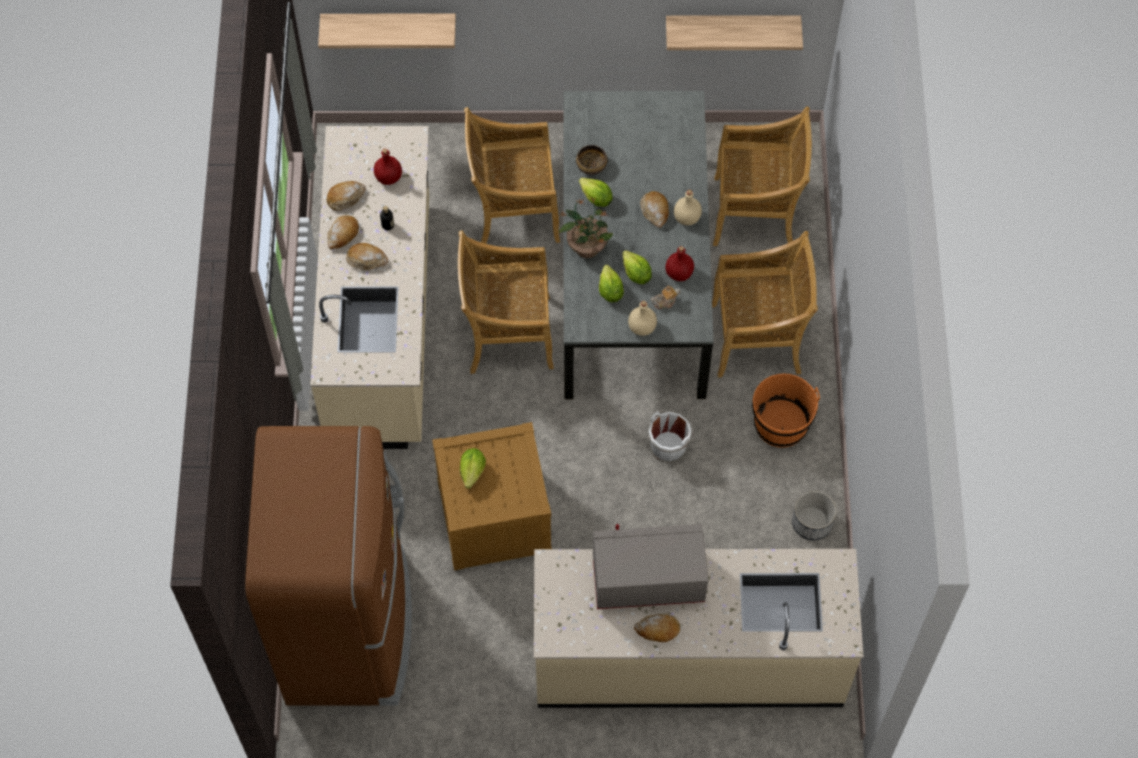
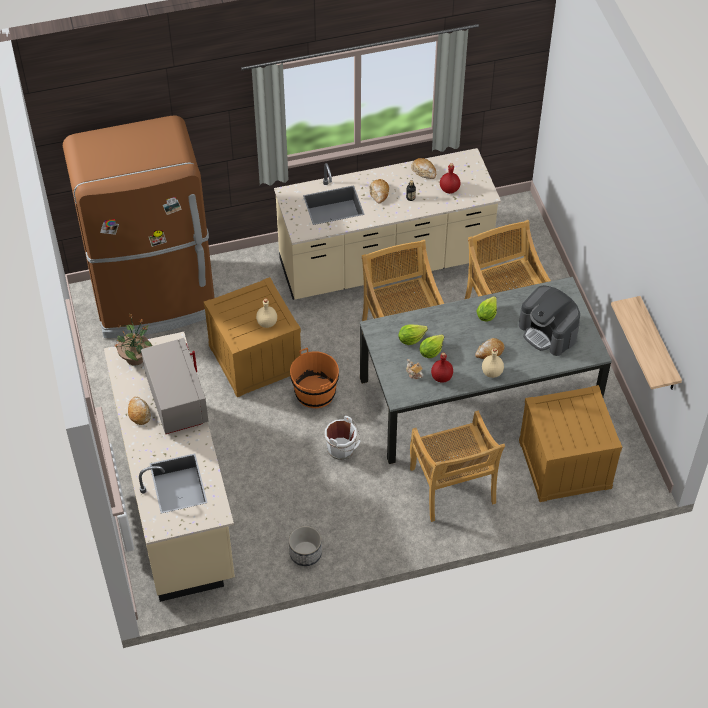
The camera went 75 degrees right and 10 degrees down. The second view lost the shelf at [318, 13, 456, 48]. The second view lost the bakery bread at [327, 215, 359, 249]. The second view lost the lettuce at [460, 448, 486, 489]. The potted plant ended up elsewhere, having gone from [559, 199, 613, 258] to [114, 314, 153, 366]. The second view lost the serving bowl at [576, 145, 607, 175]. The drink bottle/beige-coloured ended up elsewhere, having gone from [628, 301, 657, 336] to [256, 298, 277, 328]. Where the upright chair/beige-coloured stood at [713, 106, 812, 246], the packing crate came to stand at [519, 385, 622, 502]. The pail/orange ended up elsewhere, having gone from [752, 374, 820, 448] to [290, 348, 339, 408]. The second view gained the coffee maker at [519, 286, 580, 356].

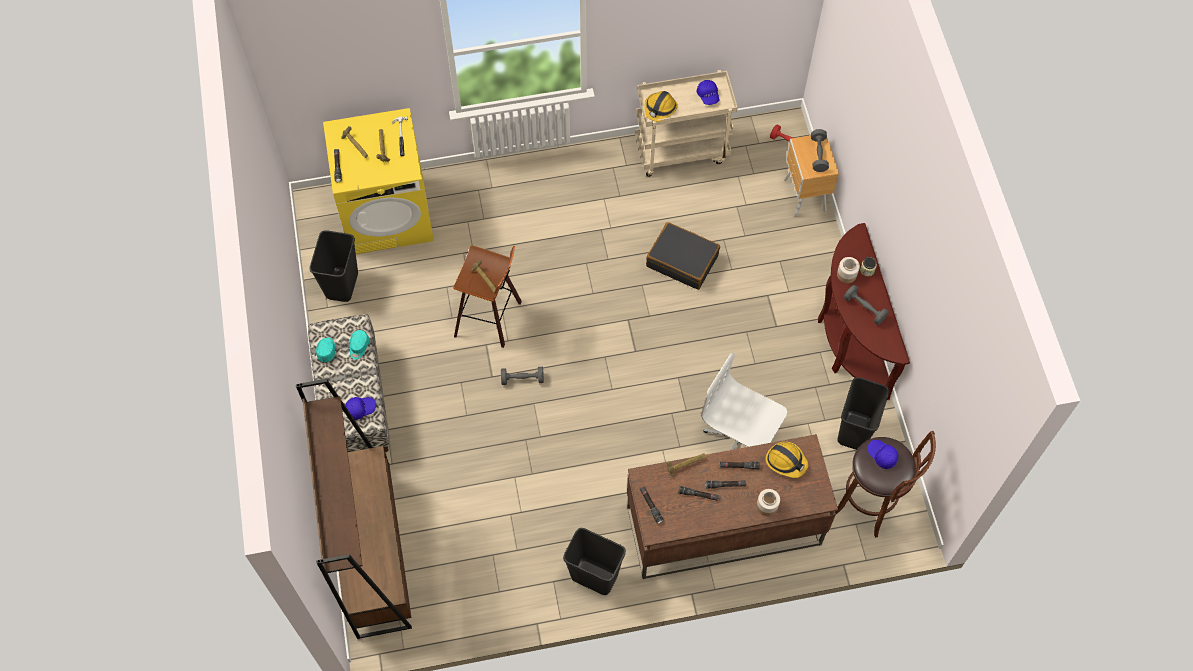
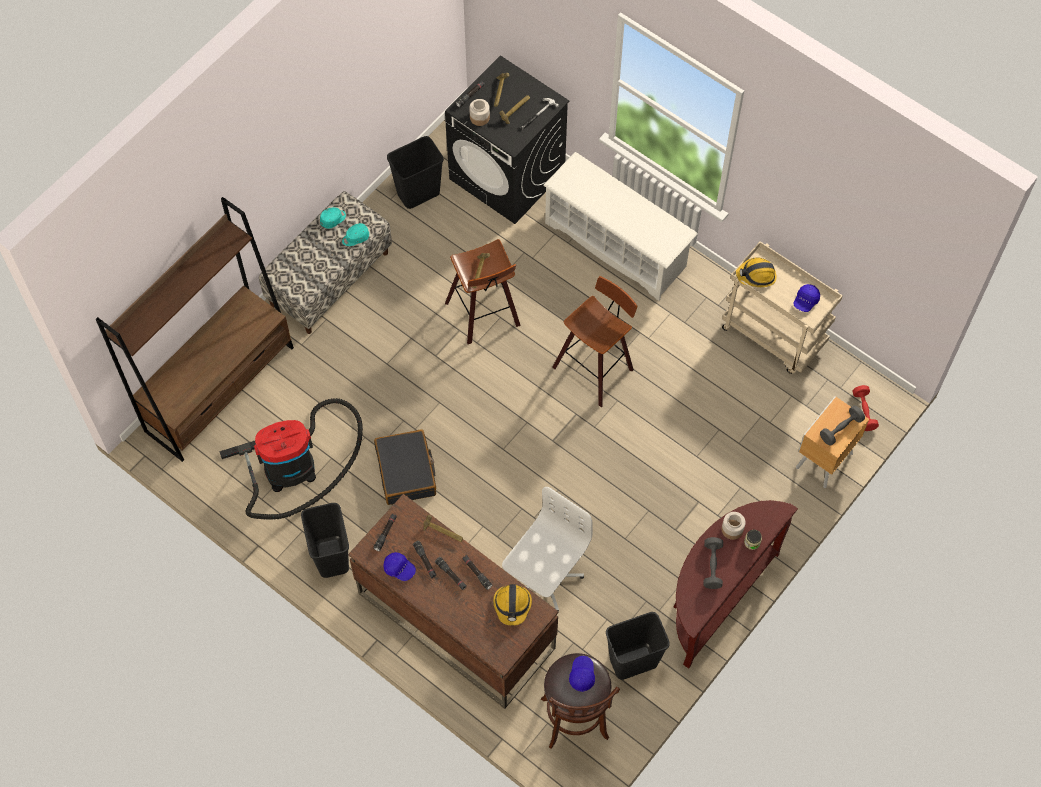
The camera went 50 degrees right and 0 degrees up. What was the laundry machine/yellow-coloured at [323, 108, 434, 254] turned into the laundry machine/black-coloured at [445, 55, 569, 224]. The baseball cap/bluish ended up elsewhere, having gone from [346, 397, 376, 420] to [383, 552, 416, 581]. The second view lost the hand weight/gray at [501, 367, 544, 385]. The suitcase/black-coloured ended up elsewhere, having gone from [646, 222, 720, 290] to [374, 429, 436, 505]. The computer chair/white-coloured at [701, 353, 787, 450] ended up facing another way, 45 degrees clockwise from before. The jar ended up elsewhere, having gone from [757, 489, 780, 516] to [469, 99, 490, 126]. The second view gained the vacuum cleaner at [219, 398, 363, 520]. The second view gained the shoe shelf/white-coloured at [543, 152, 698, 301]. The second view gained the stool at [552, 276, 637, 407].

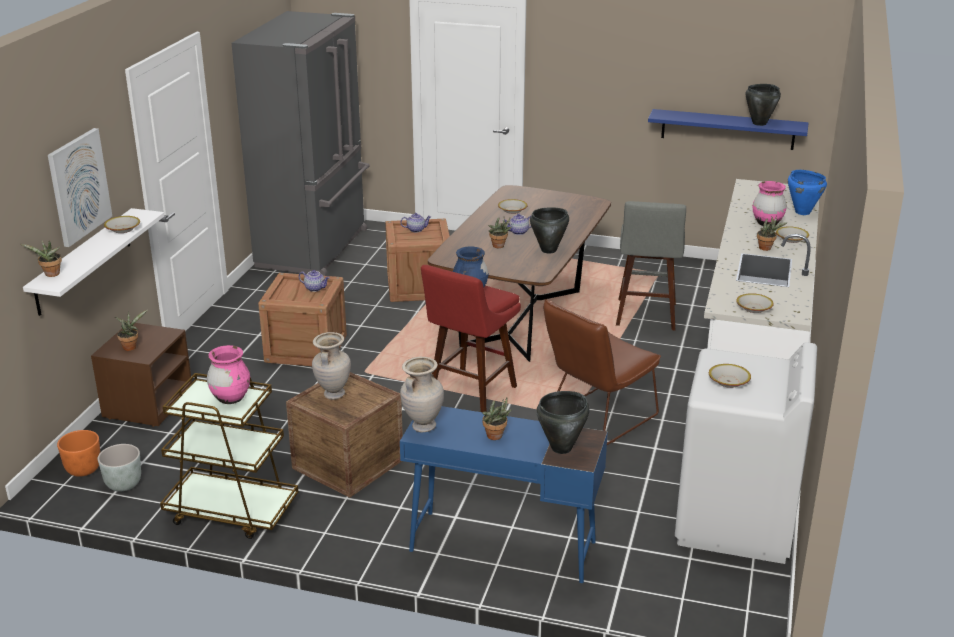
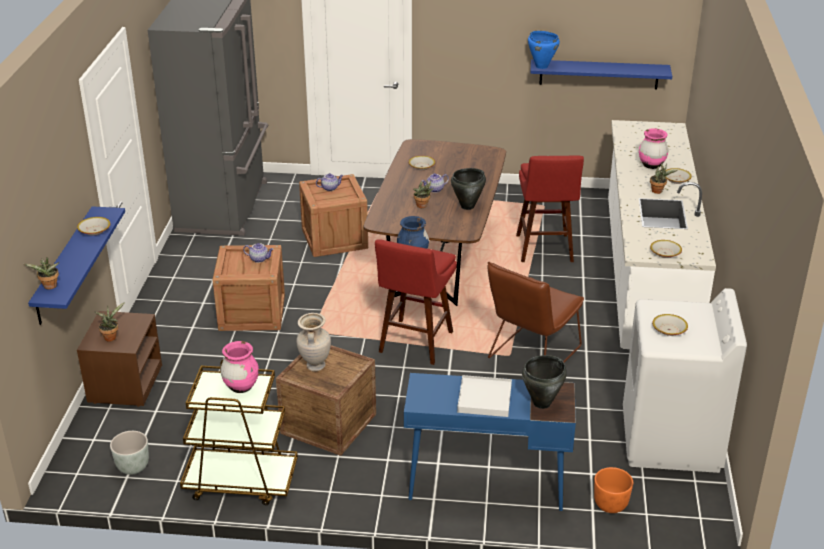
The camera went 10 degrees left and 5 degrees up. What was the shelf/white-coloured at [23, 208, 165, 316] turned into the shelf/bluish at [28, 206, 125, 325]. The second view lost the wall art at [48, 128, 112, 247]. The plant pot/orange ended up elsewhere, having gone from [57, 430, 100, 477] to [594, 467, 633, 513]. The second view lost the decorative vase/beige-coloured at [400, 357, 444, 432]. Where the potted plant stood at [482, 398, 511, 440], the tray/white-coloured came to stand at [457, 375, 512, 417]. What was the stool/gray at [616, 201, 686, 330] turned into the stool/red at [516, 155, 584, 262]. The second view lost the saucepot/black-coloured at [745, 84, 781, 126]. The saucepot/bluish ended up elsewhere, having gone from [788, 170, 827, 215] to [528, 31, 560, 69].

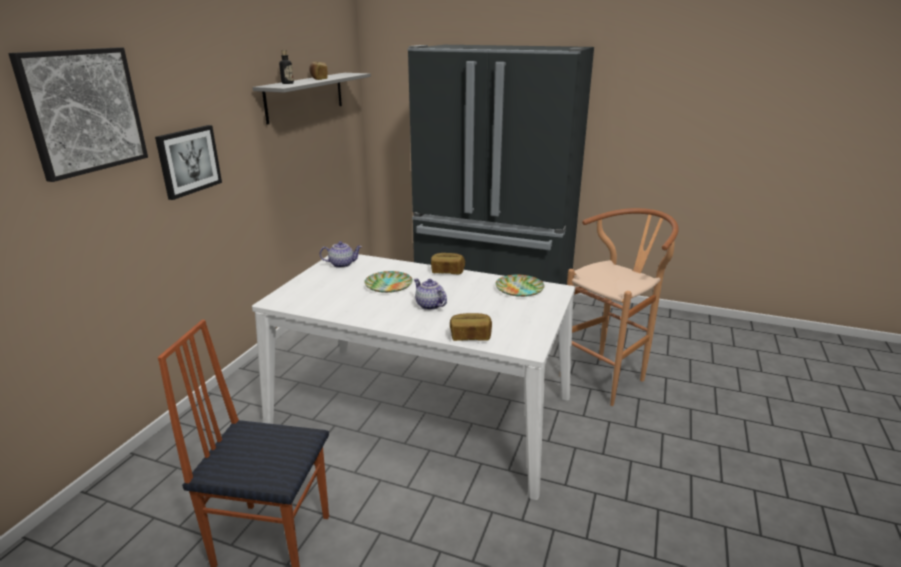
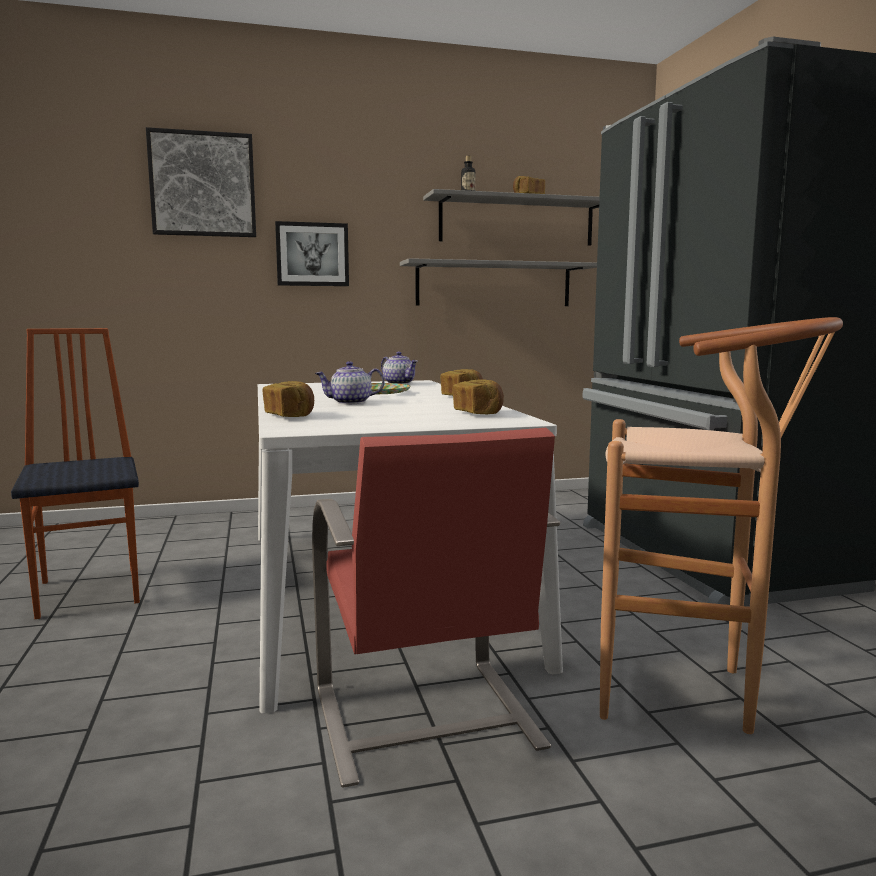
The camera went 55 degrees right and 15 degrees down. The teapot at [414, 278, 447, 310] ended up facing another way, 120 degrees counterclockwise from before. Where the plate stood at [496, 275, 544, 297], the bakery bread came to stand at [453, 379, 504, 414]. The second view gained the upright chair/red at [312, 428, 560, 788]. The second view gained the shelf/gray at [400, 258, 597, 306].

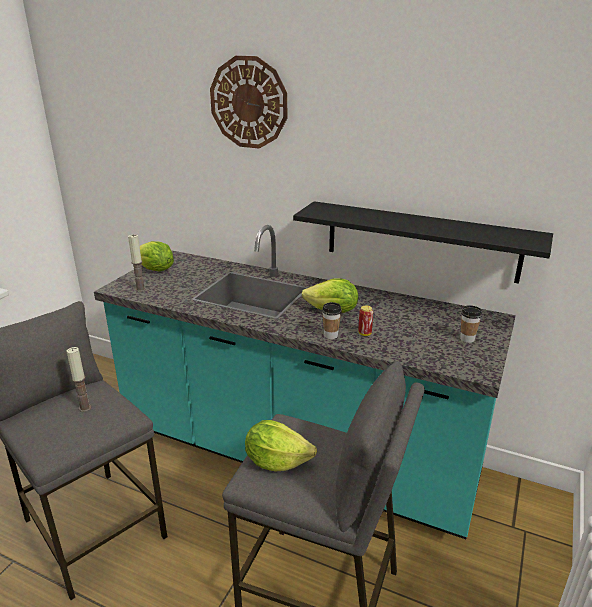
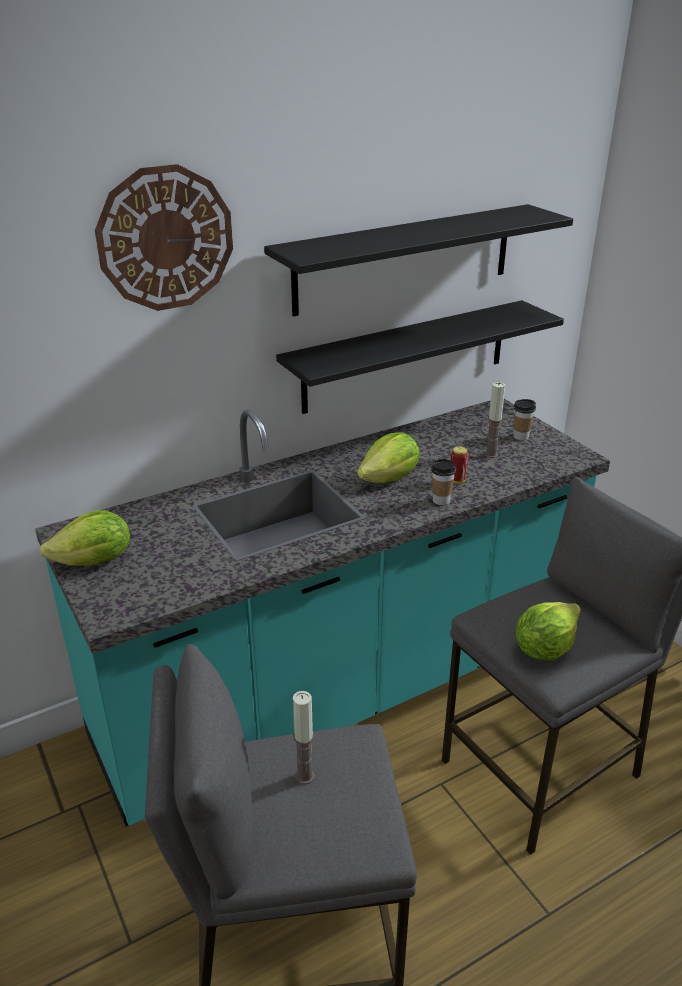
The camera went 55 degrees left and 5 degrees up. The candle ended up elsewhere, having gone from [128, 234, 146, 292] to [484, 382, 505, 458]. The second view gained the shelf/black-coloured at [264, 204, 573, 317].

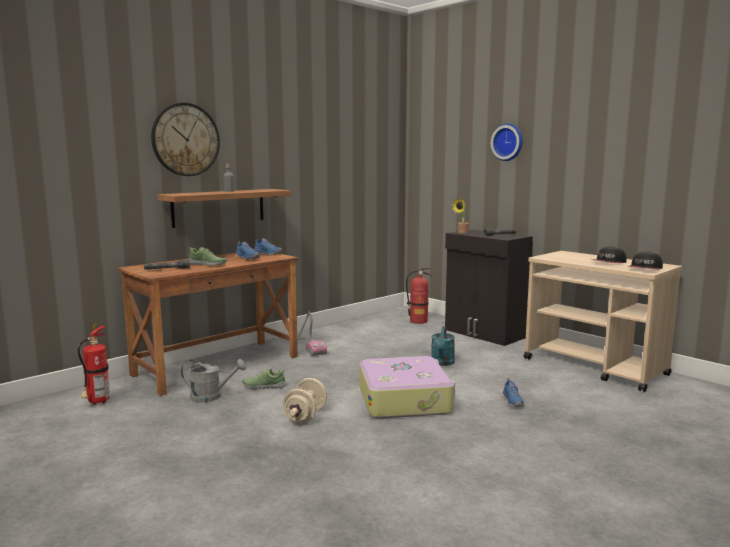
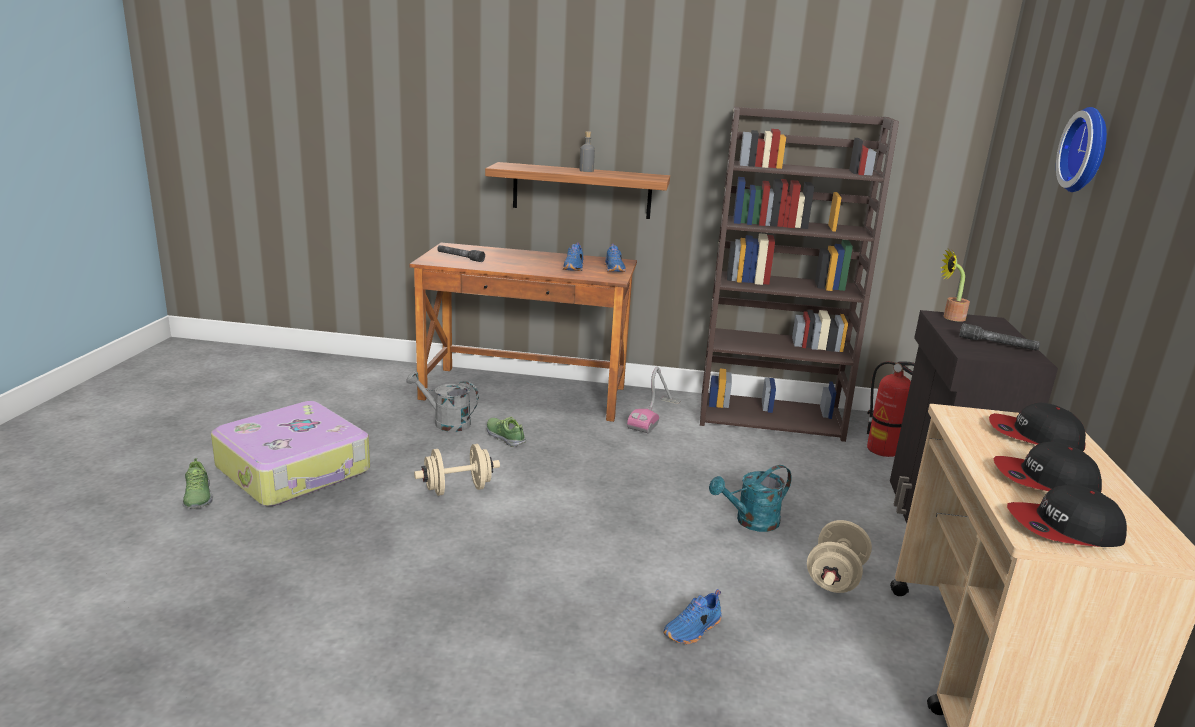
The camera went 50 degrees right and 10 degrees up. The second view lost the extinguisher at [78, 322, 110, 405]. The second view lost the clock on the wall at [151, 103, 220, 176]. The watering can/gray at [181, 359, 246, 403] ended up facing another way, 150 degrees clockwise from before. The low shoe ended up elsewhere, having gone from [189, 247, 227, 266] to [182, 458, 213, 509]. The suitcase ended up elsewhere, having gone from [359, 356, 455, 419] to [211, 401, 370, 506]. The second view gained the bookshelf/brown at [700, 107, 899, 442]. The second view gained the hand weight/beige-coloured at [807, 520, 872, 593]. The second view gained the baseball cap at [989, 403, 1086, 451].

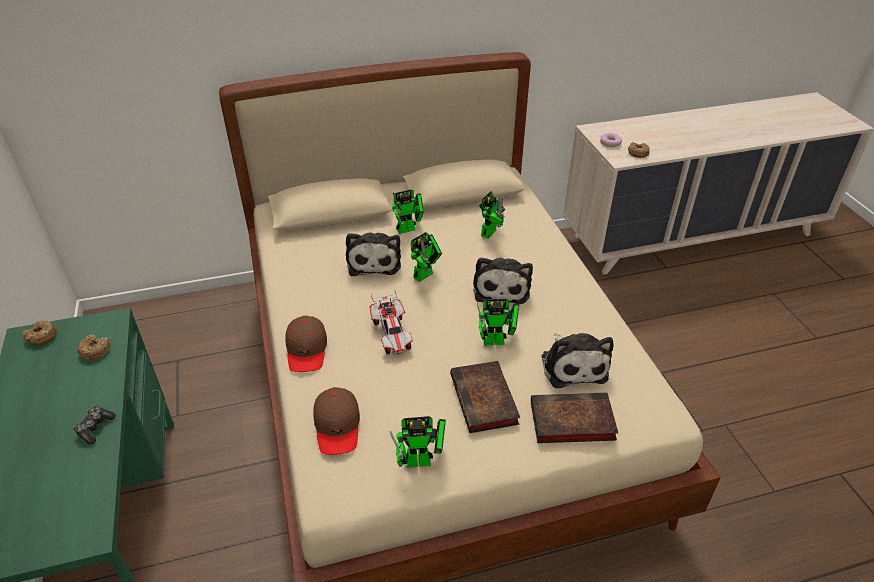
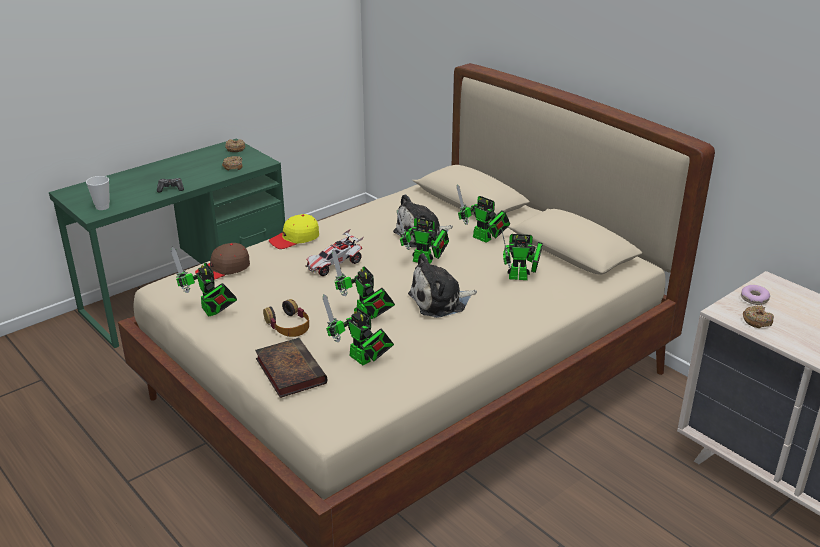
The camera went 65 degrees right and 10 degrees down. What was the baseball cap/brown at [285, 316, 327, 372] turned into the baseball cap/yellow-coloured at [269, 214, 319, 249]. Where the bound book stood at [450, 361, 520, 433], the headset came to stand at [263, 299, 309, 337]. Where the plush toy stood at [541, 333, 613, 388], the robot figure came to stand at [323, 294, 394, 366]. The second view gained the small cup at [86, 176, 110, 210].

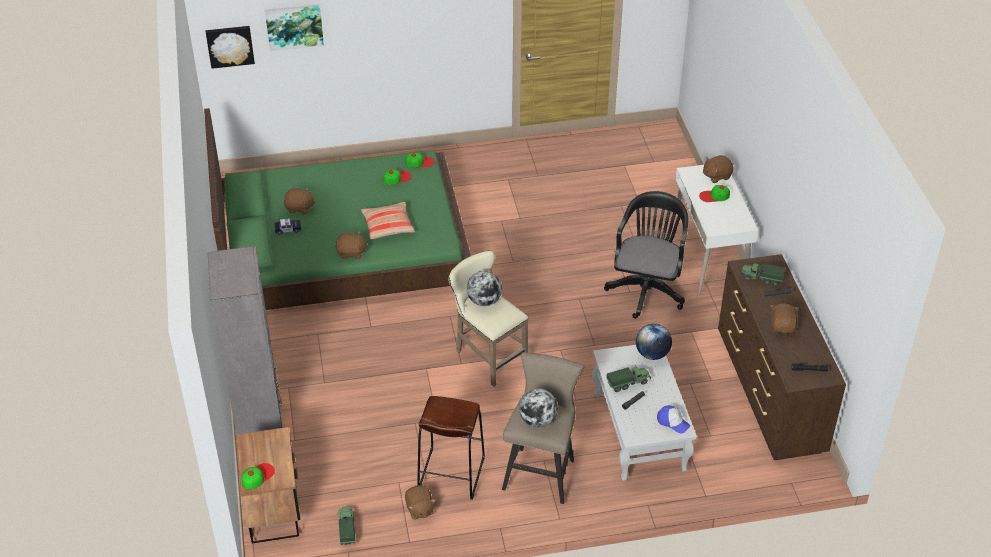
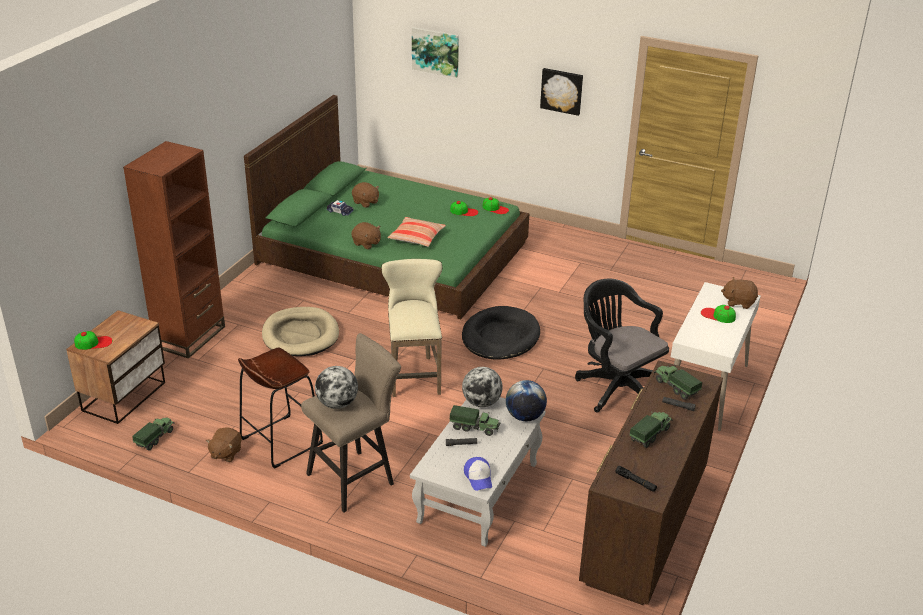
The camera went 35 degrees right and 10 degrees down. The wall art ended up elsewhere, having gone from [206, 26, 255, 69] to [540, 68, 583, 116]. What was the bookshelf/gray at [207, 246, 283, 434] turned into the bookshelf/brown at [123, 141, 225, 359]. The desk globe ended up elsewhere, having gone from [467, 271, 502, 306] to [462, 367, 503, 407]. The computer chair/black-coloured at [604, 191, 688, 319] ended up facing another way, 90 degrees counterclockwise from before. Where the plush toy/brown stood at [771, 303, 799, 334], the model truck came to stand at [630, 411, 673, 448]. The second view gained the dog cushion/beige-coloured at [262, 307, 339, 356]. The second view gained the dog cushion/black-coloured at [462, 306, 540, 360].

